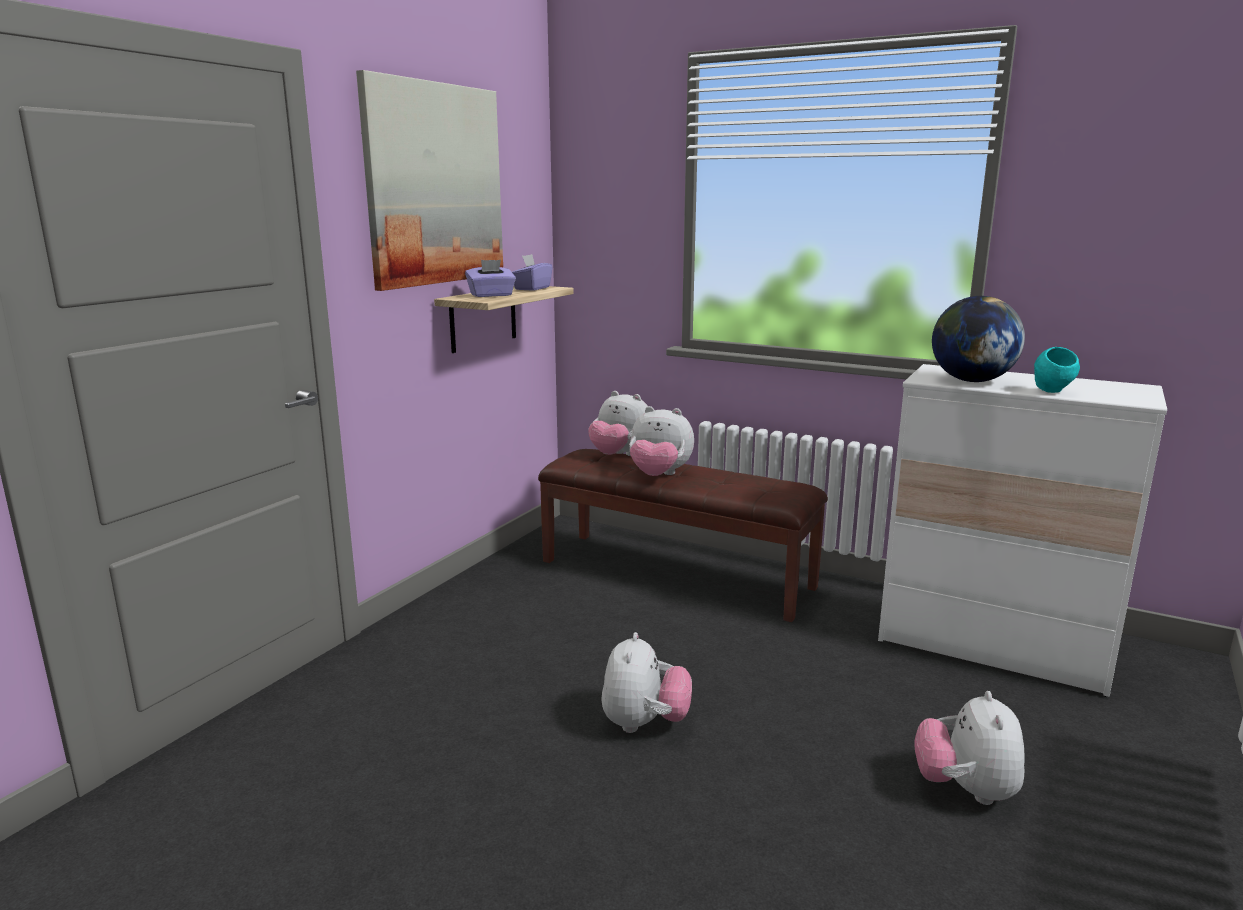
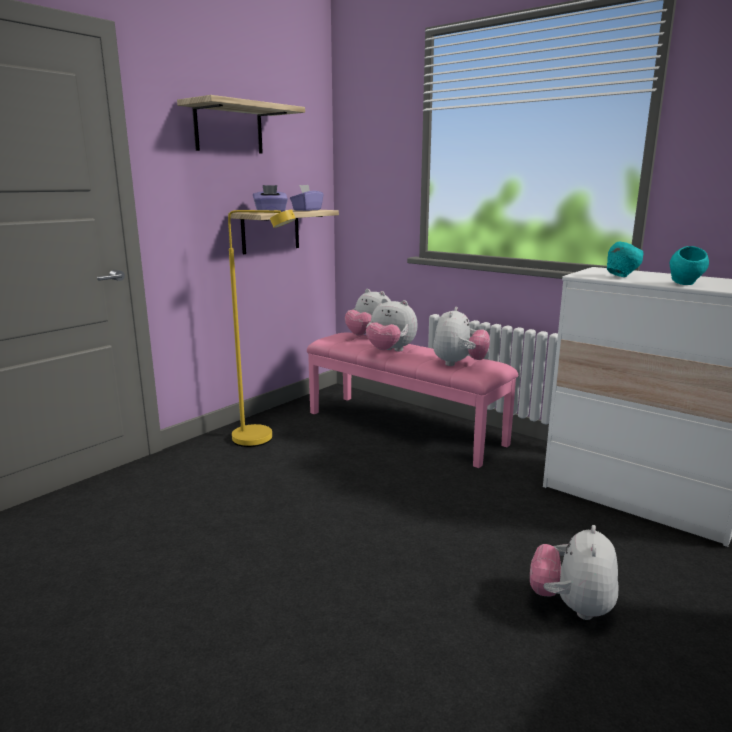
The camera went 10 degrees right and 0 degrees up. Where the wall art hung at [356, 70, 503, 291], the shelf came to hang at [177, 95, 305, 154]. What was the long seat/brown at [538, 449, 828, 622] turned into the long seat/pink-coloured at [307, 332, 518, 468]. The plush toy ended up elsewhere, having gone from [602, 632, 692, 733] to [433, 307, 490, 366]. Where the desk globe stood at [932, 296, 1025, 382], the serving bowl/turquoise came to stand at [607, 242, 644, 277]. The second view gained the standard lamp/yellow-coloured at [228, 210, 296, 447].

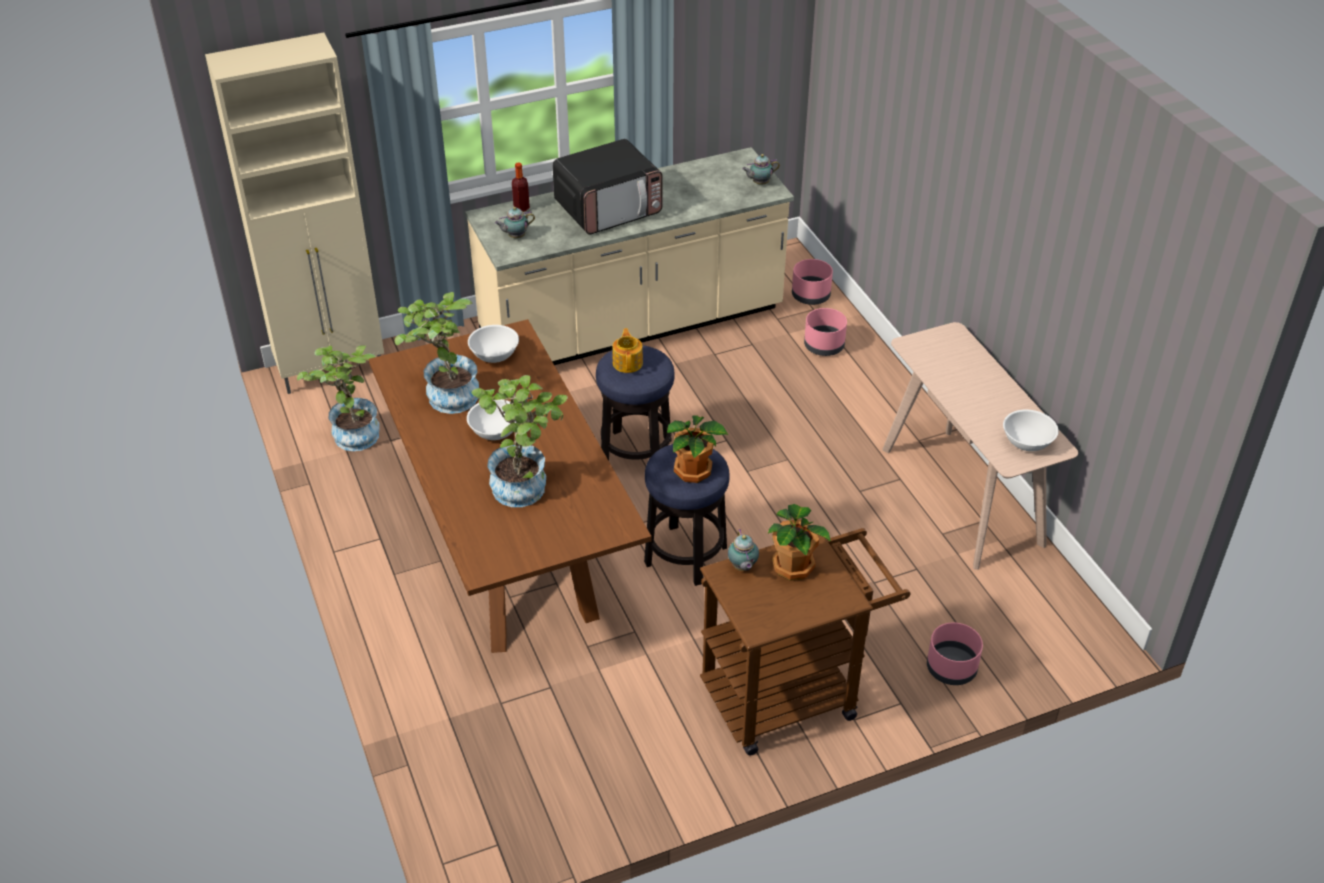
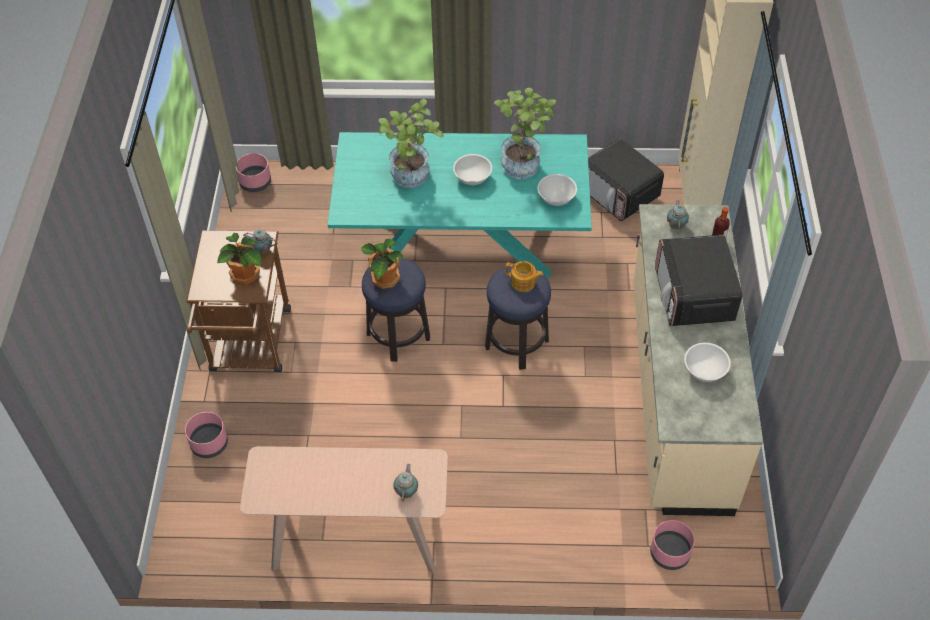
The camera went 115 degrees right and 10 degrees up. Where the potted plant stood at [297, 345, 380, 451], the microwave came to stand at [588, 138, 664, 221]. What was the kitchen table/brown at [369, 319, 651, 653] turned into the kitchen table/turquoise at [328, 132, 592, 278]. The teapot ended up elsewhere, having gone from [742, 154, 780, 185] to [393, 464, 418, 502]. The plant pot/pink-coloured ended up elsewhere, having gone from [804, 308, 847, 356] to [236, 153, 271, 192]. The serving bowl/white-coloured ended up elsewhere, having gone from [1003, 410, 1059, 451] to [684, 343, 731, 382].

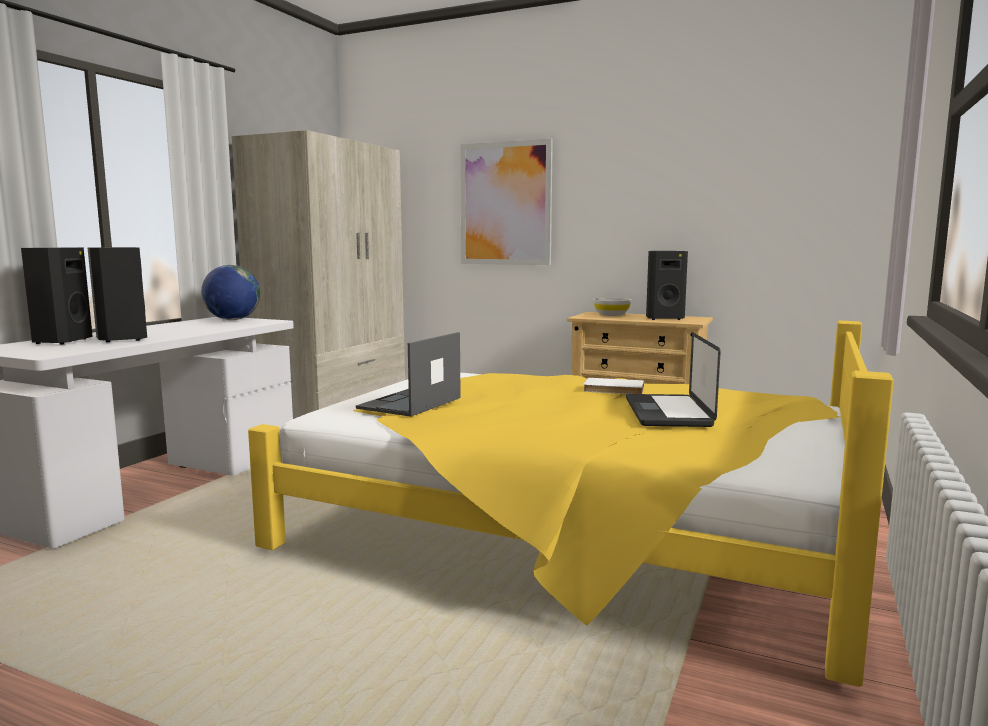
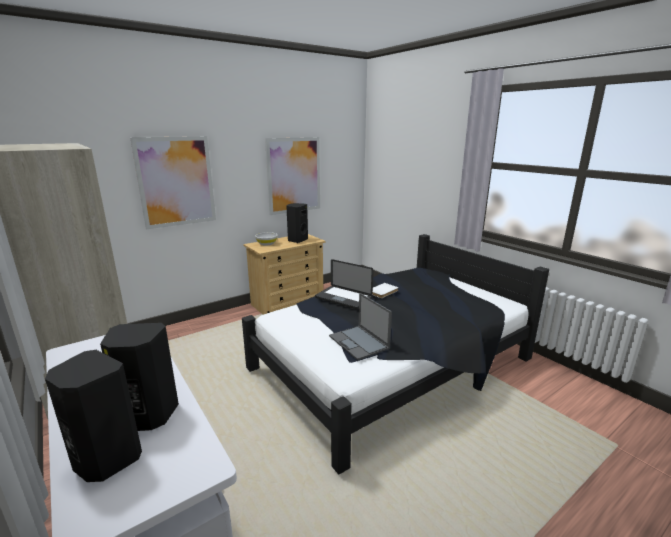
The camera went 60 degrees left and 10 degrees up. The second view lost the desk globe at [201, 265, 260, 320]. What was the bedroom bed/yellow-coloured at [248, 321, 894, 687] turned into the bedroom bed/black-coloured at [242, 234, 549, 474]. The portable computer ended up elsewhere, having gone from [626, 332, 721, 427] to [315, 259, 373, 309]. The second view gained the wall art at [265, 137, 320, 215].

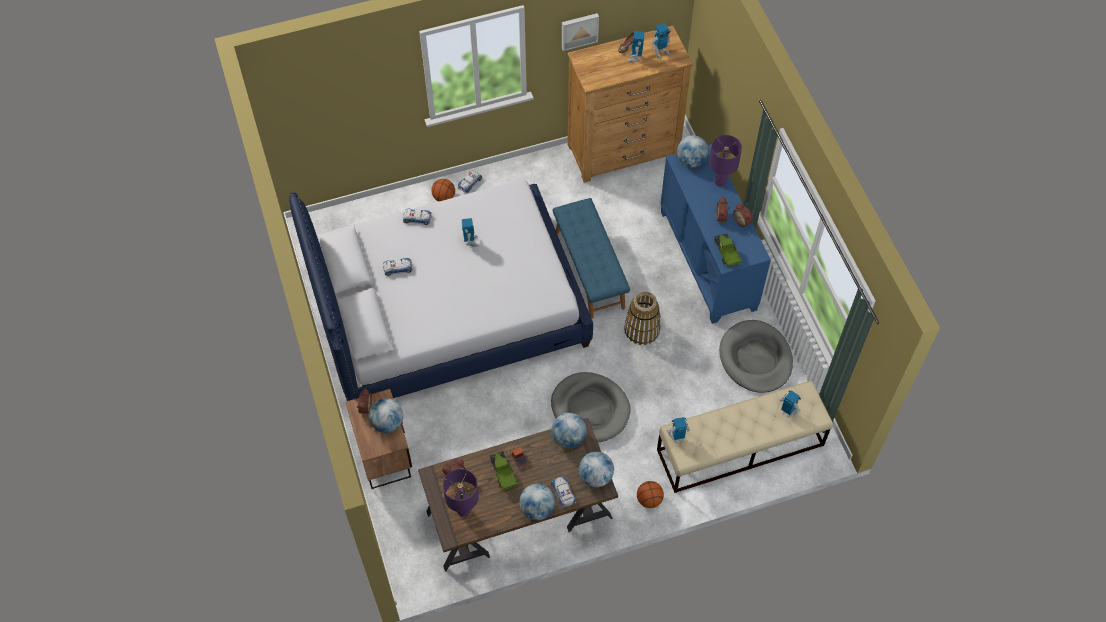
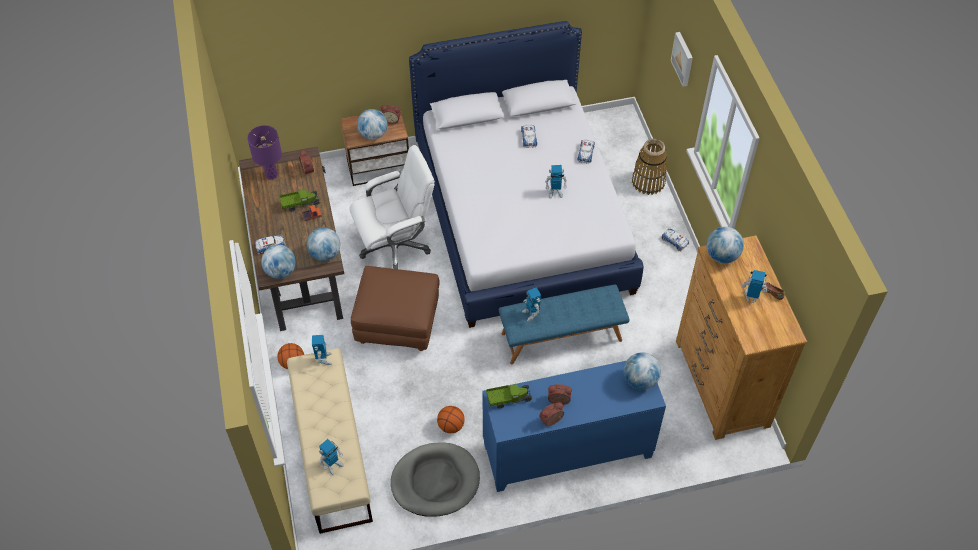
The camera went 95 degrees right and 5 degrees down. The basketball ended up elsewhere, having gone from [431, 179, 455, 201] to [437, 406, 465, 433]. The desk globe ended up elsewhere, having gone from [519, 484, 555, 520] to [706, 227, 744, 263]. Where the dog cushion/gray stood at [551, 372, 631, 442], the ottoman/brown came to stand at [351, 266, 440, 351]. The wall art ended up elsewhere, having gone from [562, 13, 599, 51] to [671, 32, 693, 86]. The basket ended up elsewhere, having gone from [624, 291, 661, 345] to [632, 139, 667, 195]. The robot figure ended up elsewhere, having gone from [652, 23, 672, 59] to [522, 287, 541, 321]. The second view lost the table lamp/purple at [709, 135, 742, 187]. The second view gained the computer chair/white-coloured at [349, 145, 435, 269].

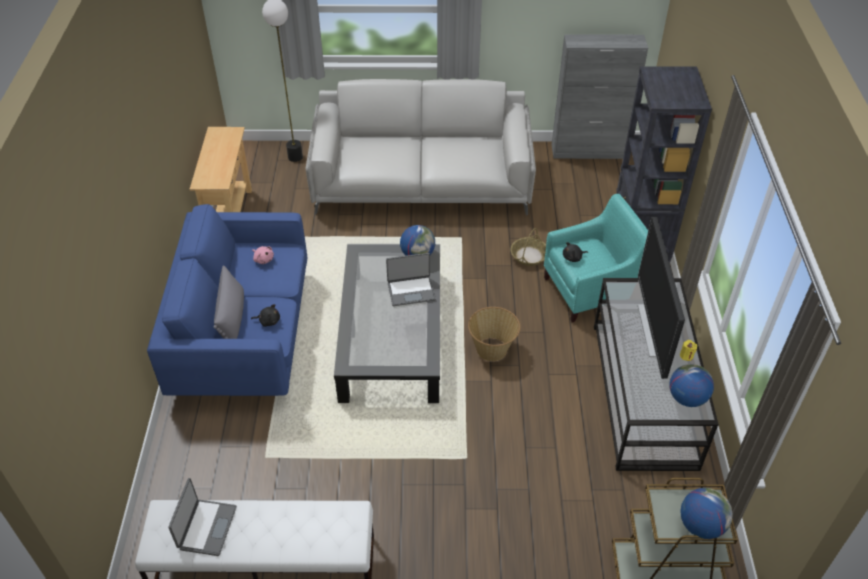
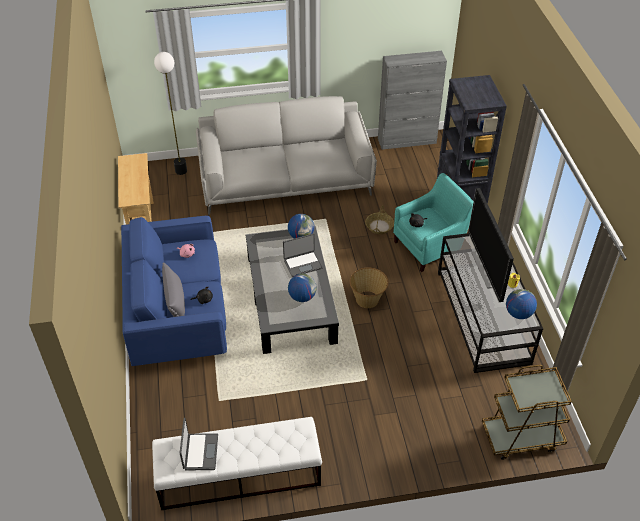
The camera went 10 degrees left and 0 degrees up. The desk globe ended up elsewhere, having gone from [680, 488, 733, 539] to [288, 273, 317, 302].

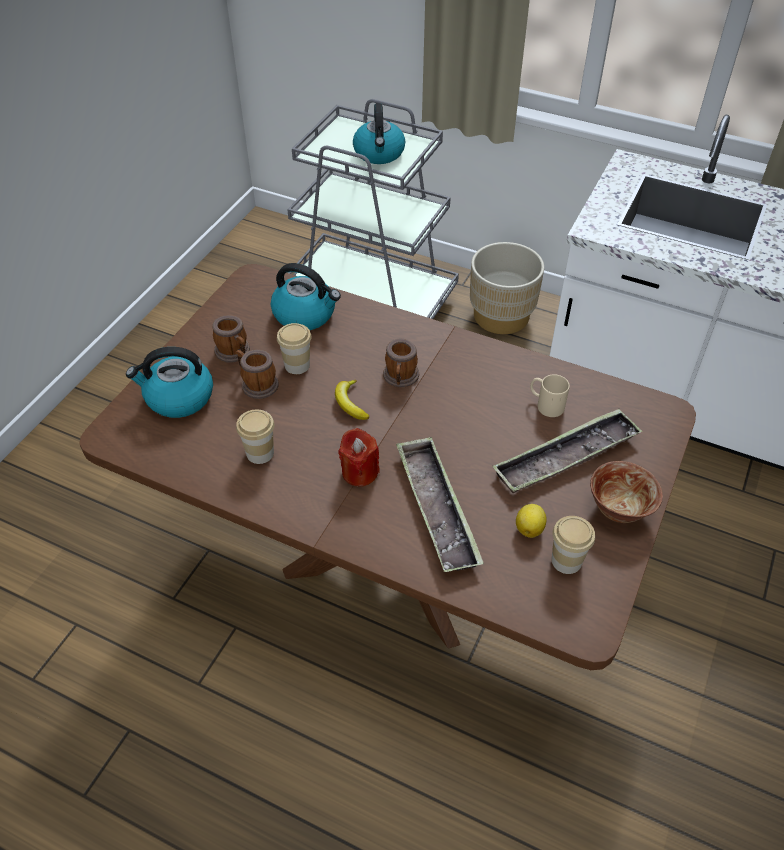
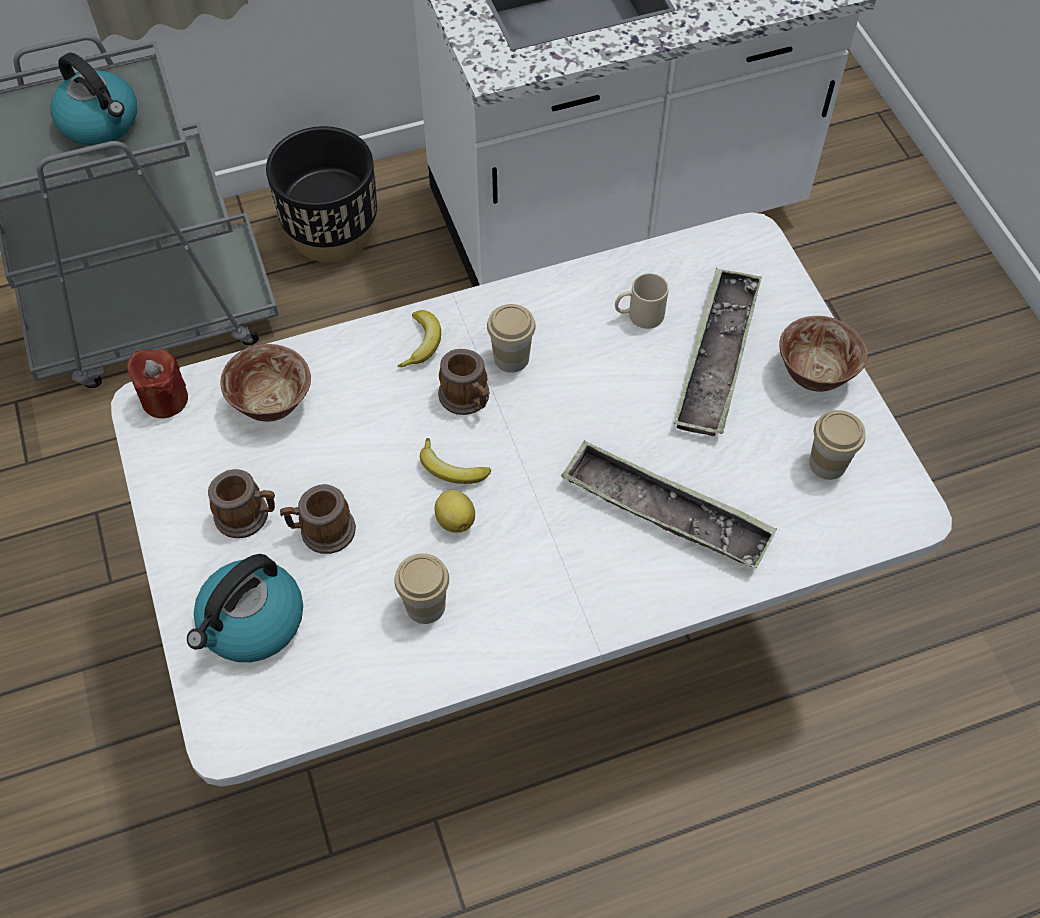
The camera went 45 degrees left and 10 degrees up. What was the kitchen table/brown at [79, 264, 696, 670] turned into the kitchen table/white-coloured at [111, 212, 952, 787]. Where the kettle stood at [271, 263, 341, 330], the serving bowl came to stand at [221, 344, 311, 421]. The small cup ended up elsewhere, having gone from [277, 323, 312, 374] to [487, 304, 536, 373]. The candle/red ended up elsewhere, having gone from [338, 428, 380, 487] to [127, 349, 188, 418]. What was the plant pot/beige-coloured at [470, 242, 544, 334] turned into the plant pot/black-coloured at [266, 126, 377, 263]. The lemon ended up elsewhere, having gone from [516, 504, 547, 538] to [435, 490, 475, 533]. The second view gained the banana fruit at [397, 310, 441, 368].

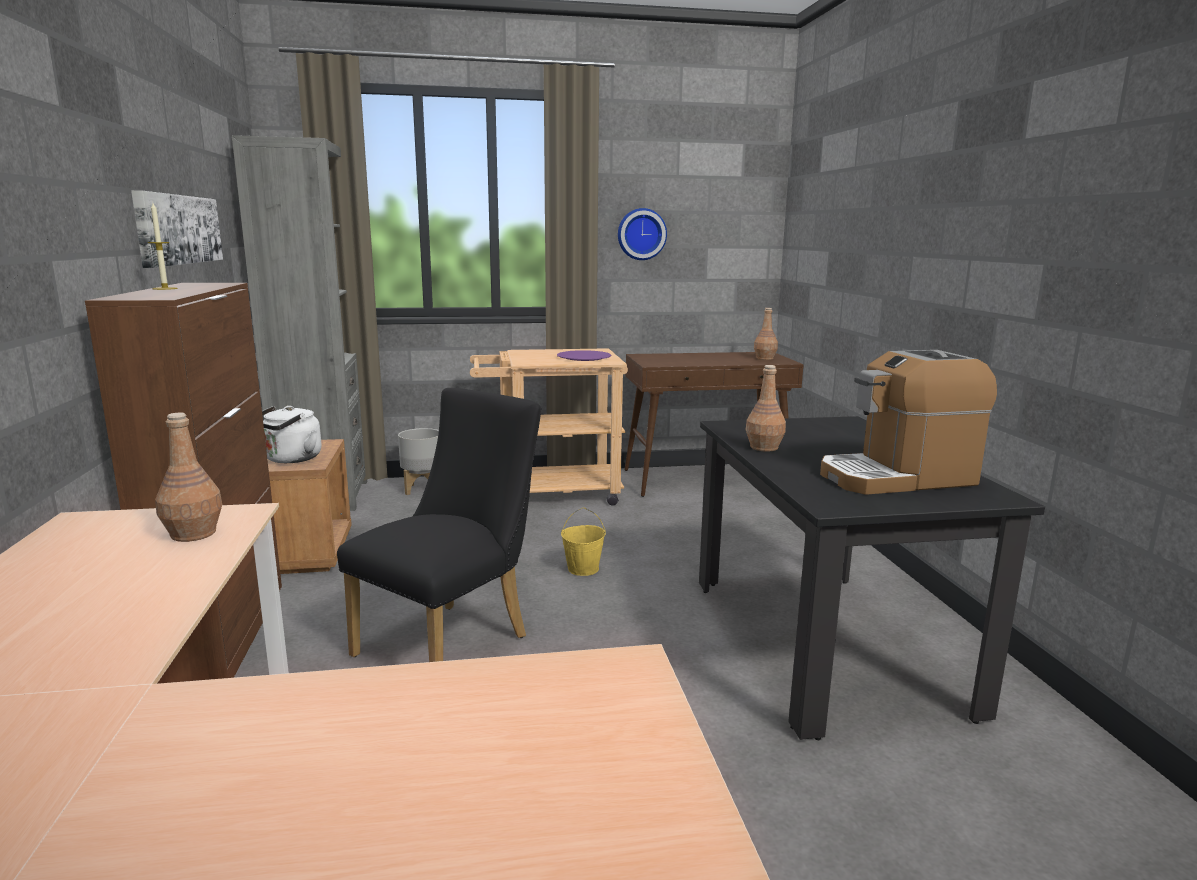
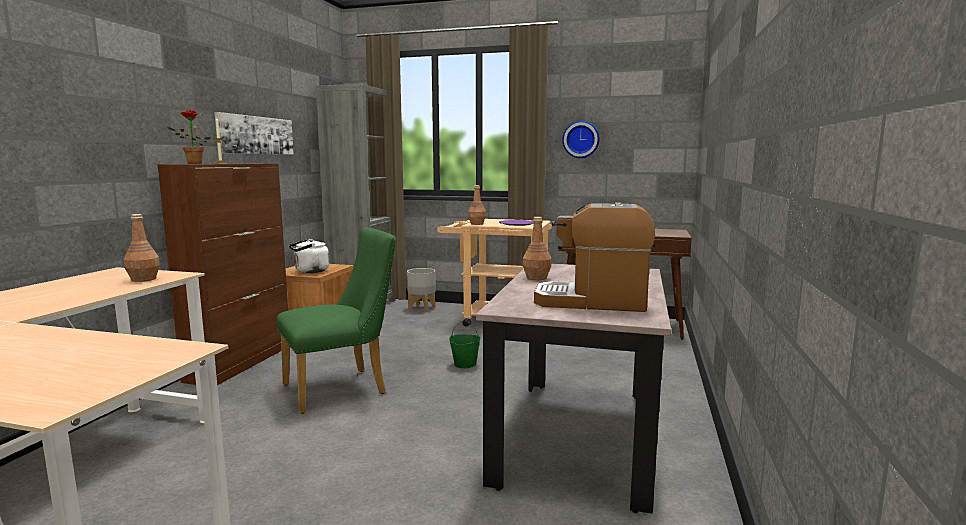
The camera went 25 degrees right and 5 degrees down. What was the upright chair/black-coloured at [337, 388, 541, 662] turned into the upright chair/green at [277, 228, 396, 414]. What was the pail/yellow-coloured at [561, 507, 606, 576] turned into the pail/green at [449, 320, 481, 368]. What was the kitchen table/black-coloured at [699, 416, 1045, 740] turned into the kitchen table/beige-coloured at [476, 264, 671, 514]. The drink bottle/brown ended up elsewhere, having gone from [754, 308, 778, 360] to [468, 185, 486, 225]. The second view gained the potted plant at [168, 110, 211, 164].

